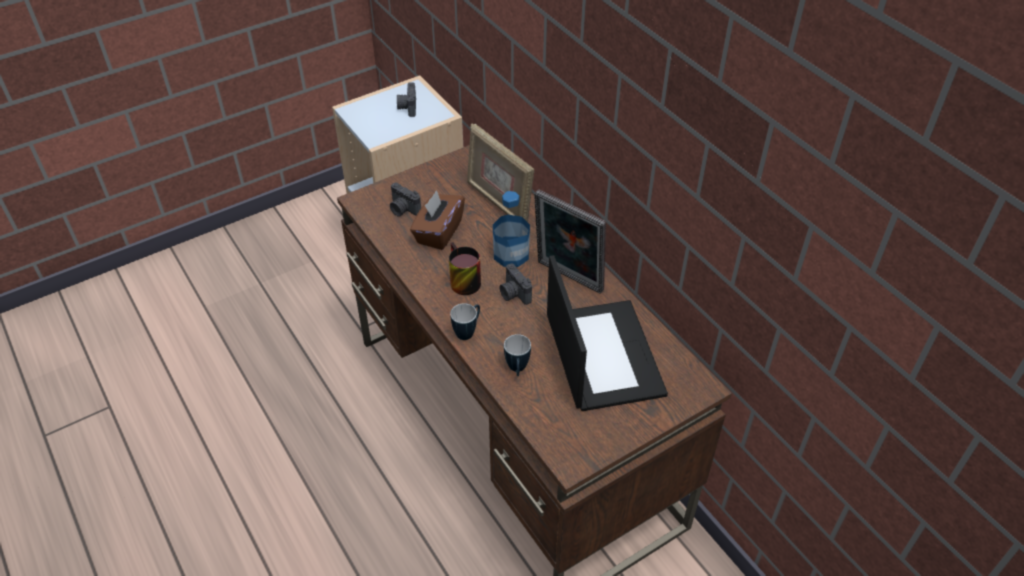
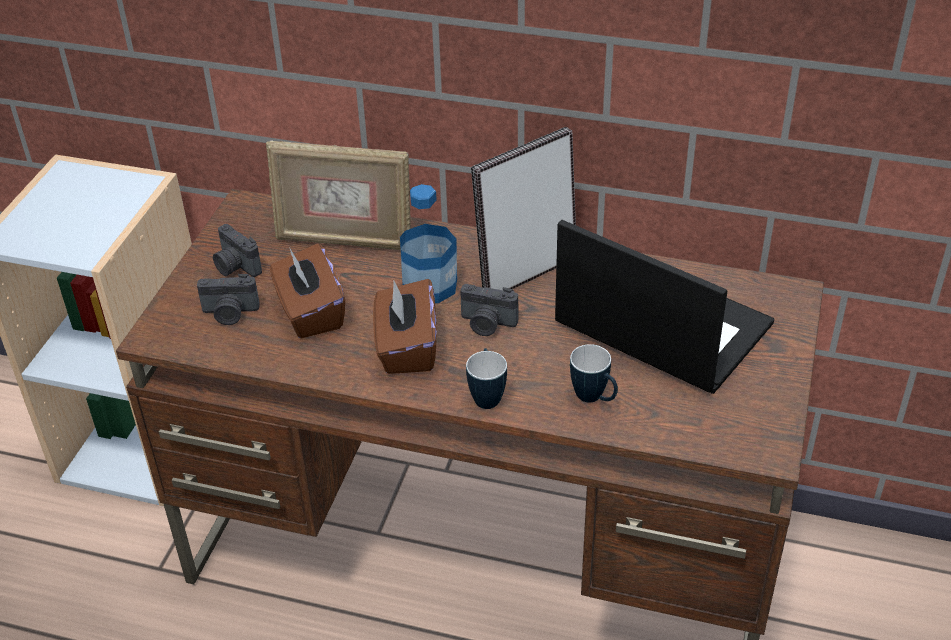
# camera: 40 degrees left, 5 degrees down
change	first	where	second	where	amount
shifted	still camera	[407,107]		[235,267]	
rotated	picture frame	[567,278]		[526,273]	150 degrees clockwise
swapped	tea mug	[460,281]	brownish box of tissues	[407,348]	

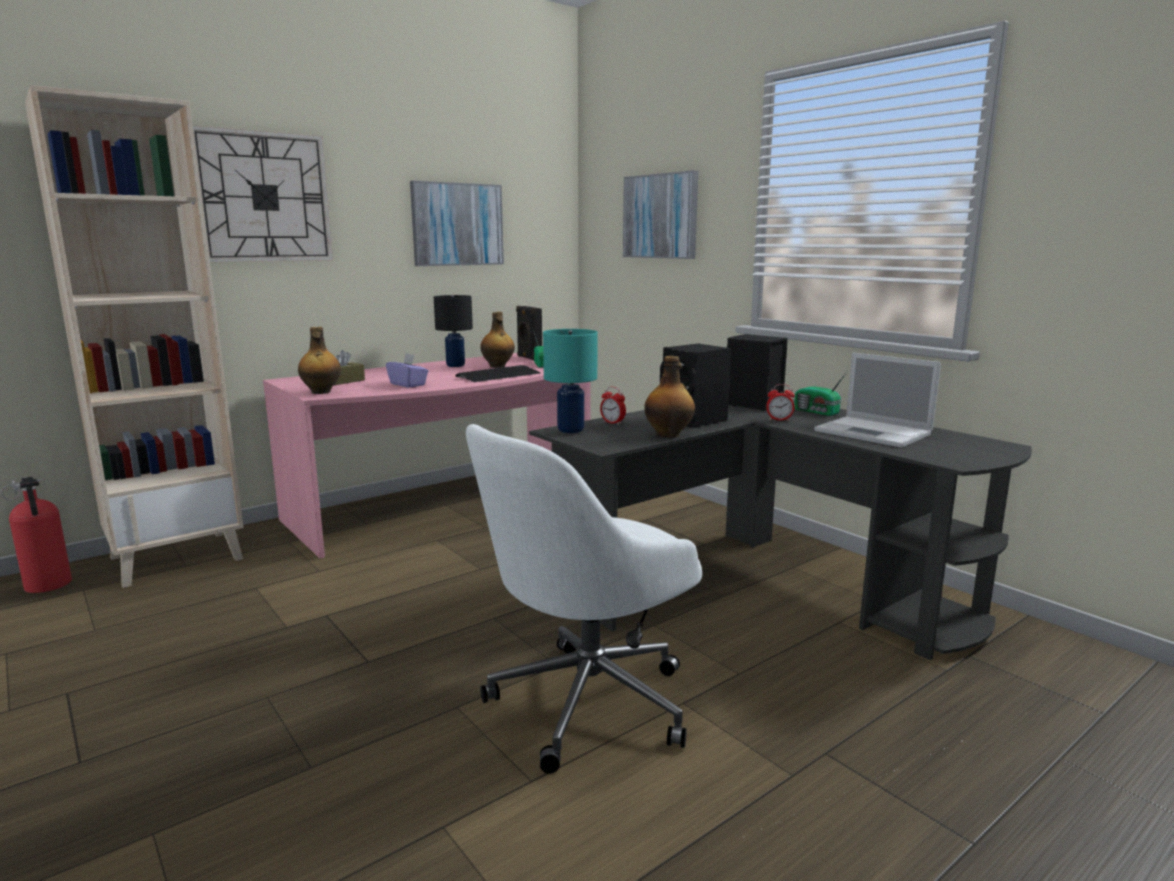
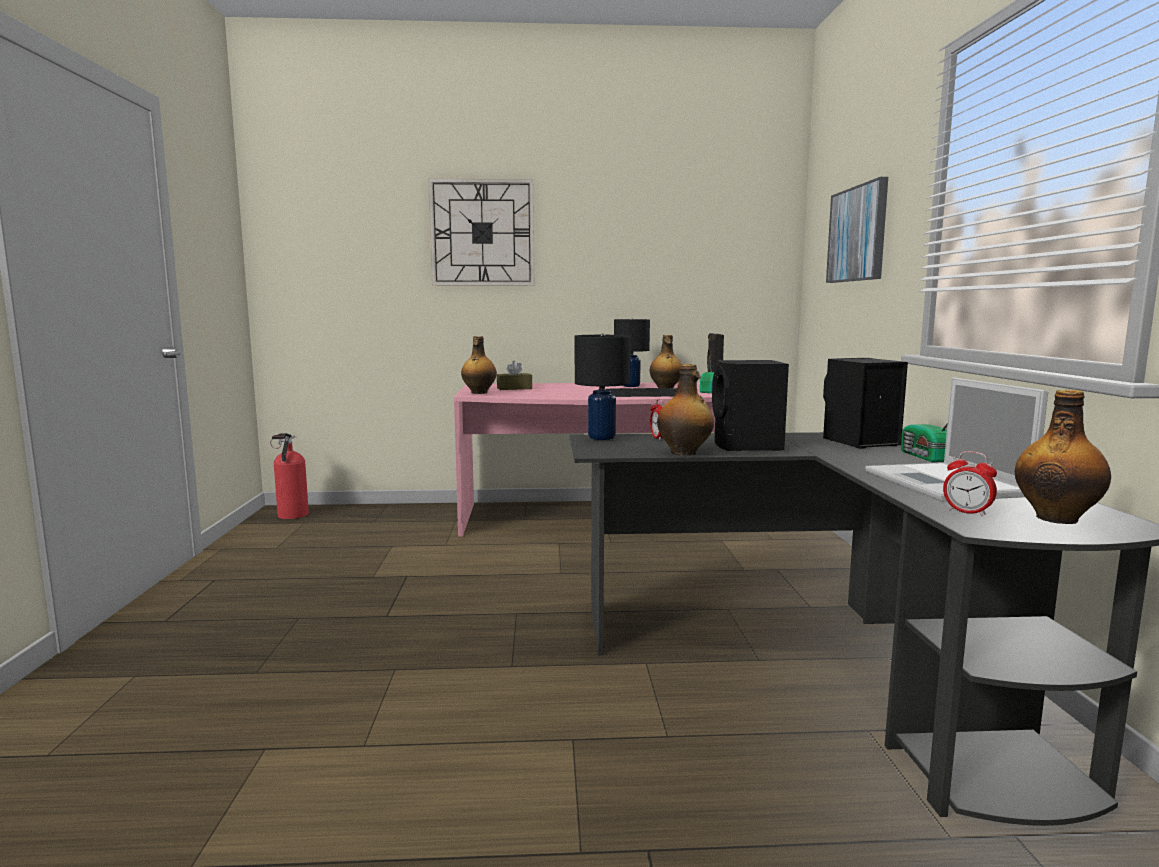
# camera: 35 degrees right, 5 degrees down
change	first	where	second	where	amount
gone	sand-coloured bookcase	[177,557]			
gone	wall art	[457,224]			
repainted	turquoise tabletop lamp	[569,430]	black-coloured tabletop lamp	[600,438]	
gone	purple-coloured box of tissues	[408,384]			
shifted	table clock	[779,420]		[967,512]	
gone	whitish office chair	[588,705]			
new			drink bottle	[1057,518]	

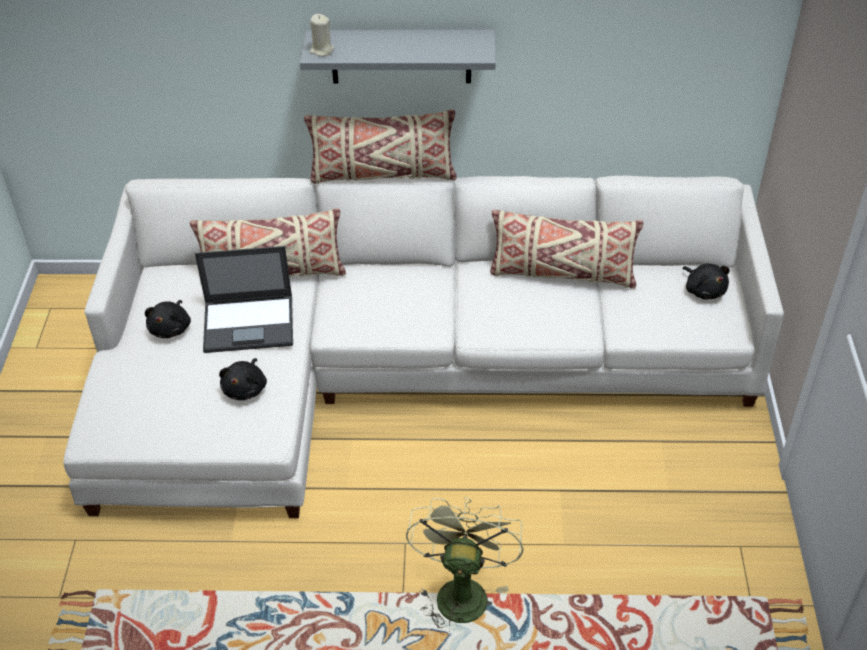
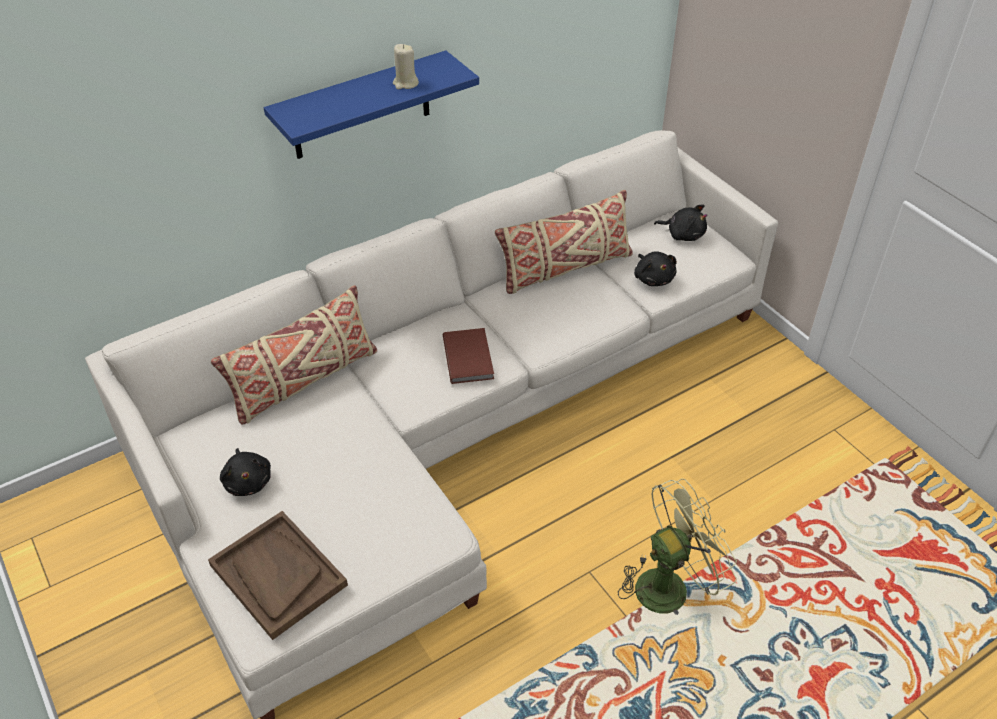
# camera: 35 degrees left, 0 degrees up
change	first	where	second	where	amount
shifted	sand-coloured wax light	[321,50]		[405,83]	
repainted	gray bracket shelf	[401,56]	bluish bracket shelf	[361,106]	
gone	sand-coloured cushion	[382,175]			
gone	portable computer	[250,324]			
shifted	black-coloured soft toy	[246,389]		[653,278]	
rotated	green-coloured cooling fan	[461,590]		[670,584]	90 degrees clockwise
new			brownish book	[469,357]	
new			brownish serving tray	[278,575]	

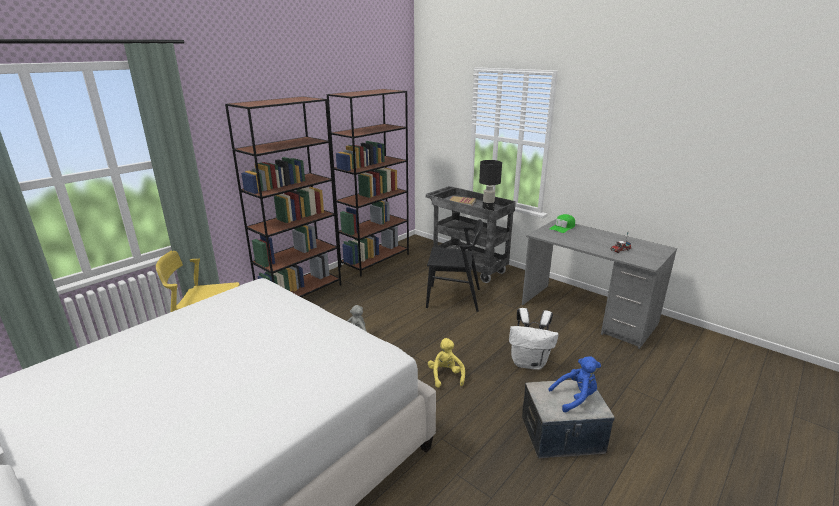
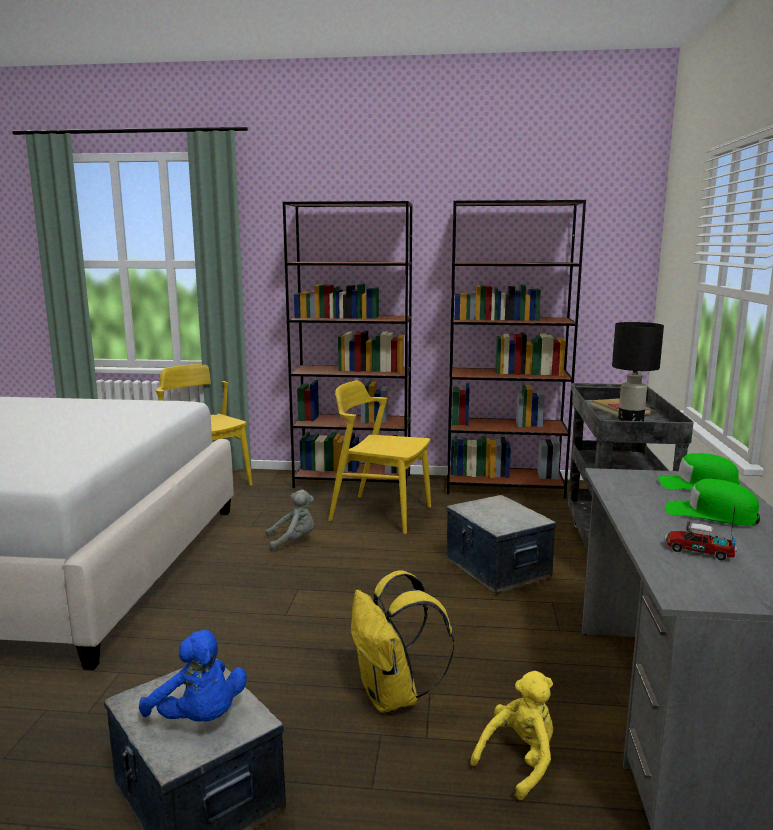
# camera: 55 degrees right, 10 degrees down
change	first	where	second	where	amount
swapped	black-coloured chair	[454,298]	storage box	[497,568]	
repainted	whitish knapsack	[529,363]	yellow knapsack	[393,696]	
shifted	yellow soft toy	[445,376]		[519,761]	
new			yellow chair	[380,513]	
new			green-coloured cap	[710,514]	

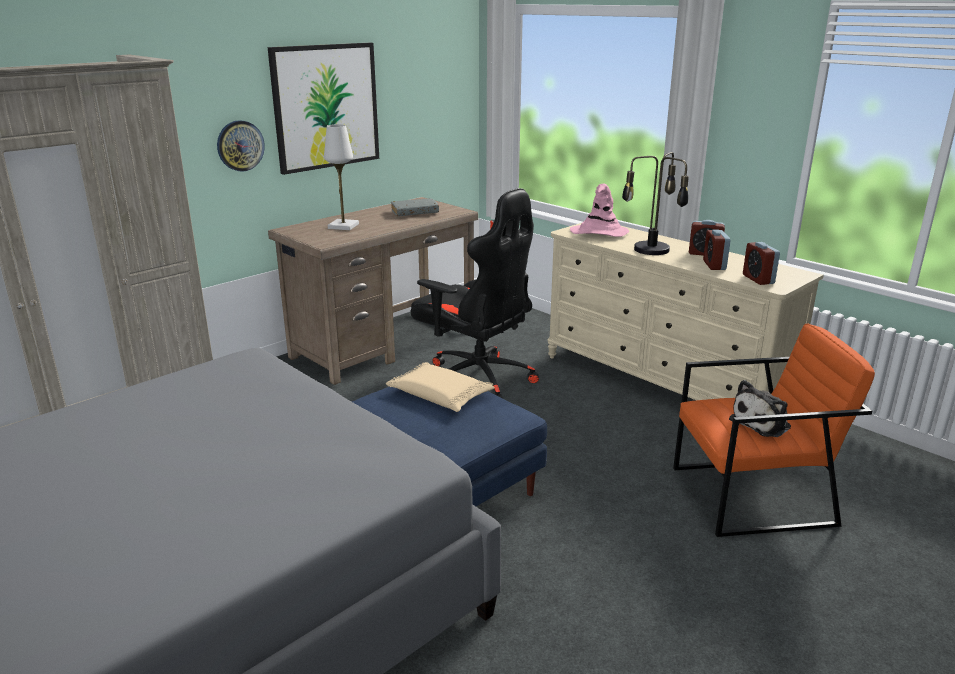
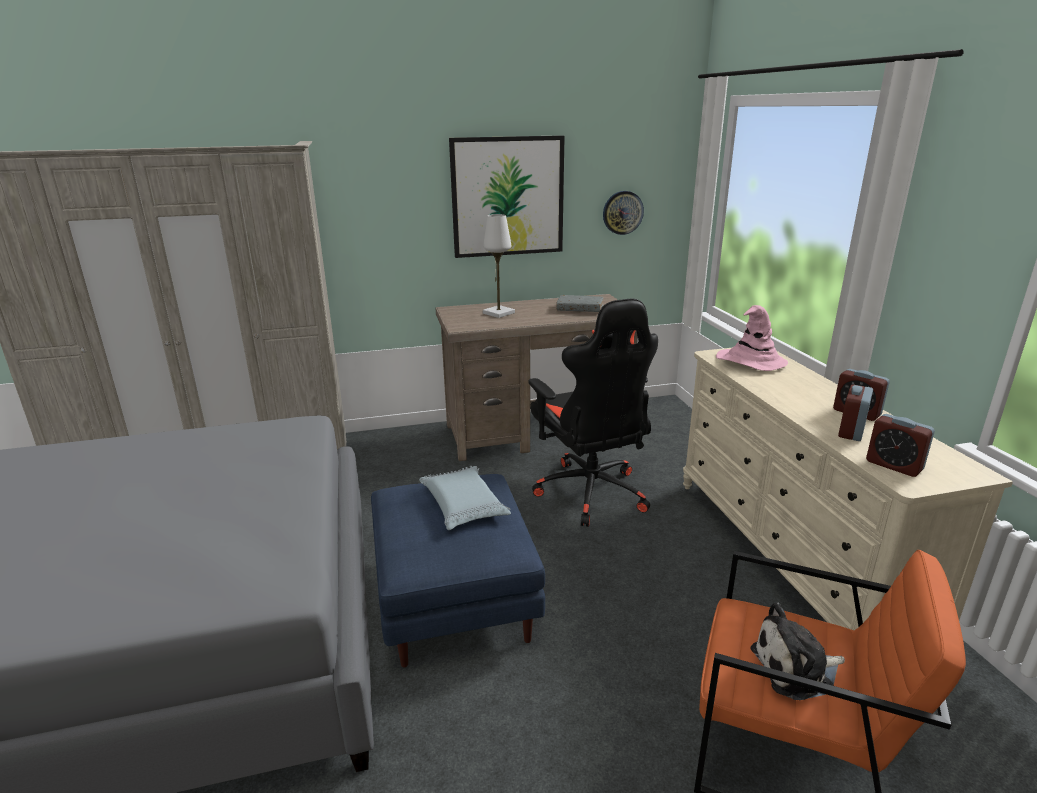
# camera: 30 degrees right, 0 degrees up
change	first	where	second	where	amount
shifted	clock on the wall	[240,145]		[622,212]	
gone	tabletop lamp	[652,250]			
rotated	table clock	[758,279]		[894,465]	60 degrees counterclockwise
repainted	sand-coloured cushion	[440,393]	bluish cushion	[463,502]	

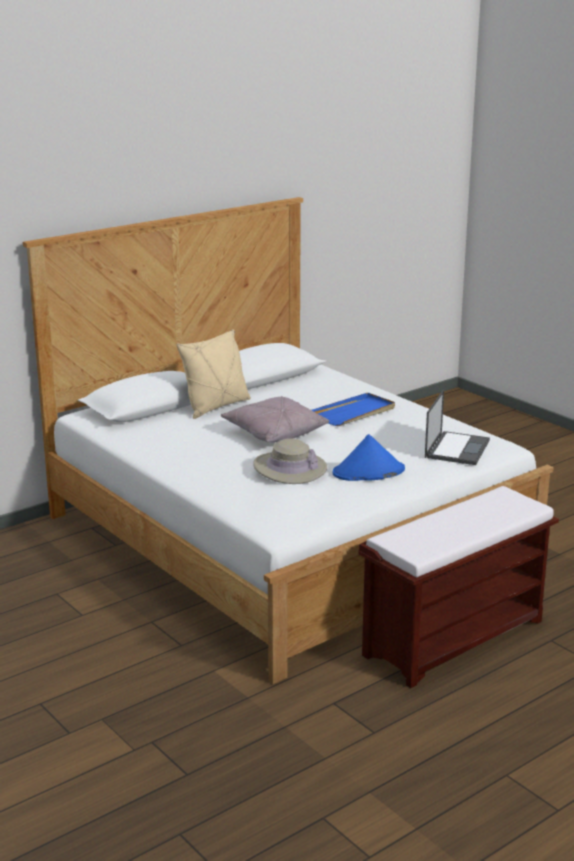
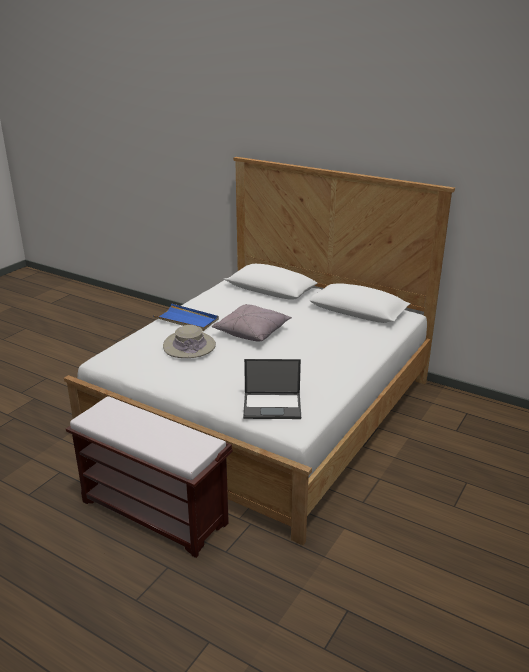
# camera: 70 degrees right, 5 degrees up
change	first	where	second	where	amount
gone	sand-coloured cushion	[216,407]			
shifted	bluish serving tray	[354,413]		[187,320]	
gone	bluish clothing hat	[368,472]			

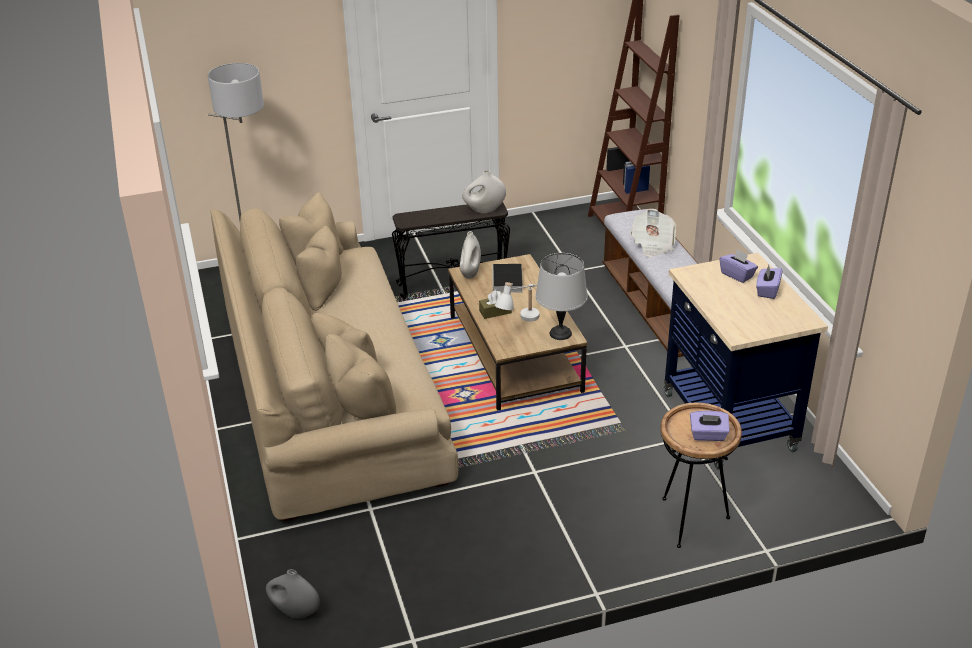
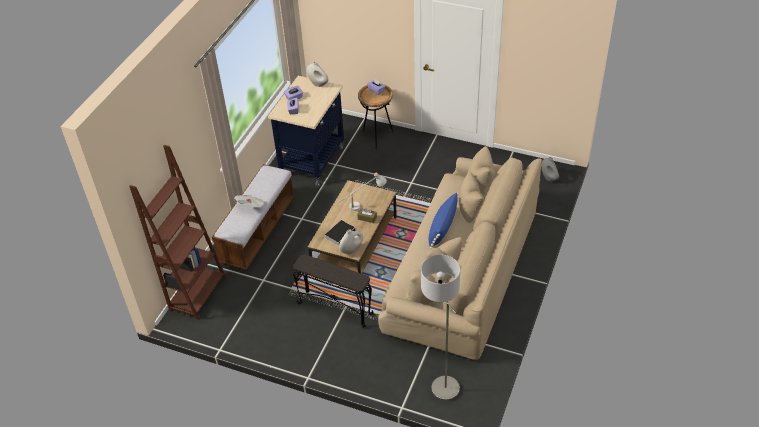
# camera: 140 degrees left, 10 degrees up
change	first	where	second	where	amount
shifted	whitish vase	[484,210]		[318,84]	
gone	gray tabletop lamp	[560,333]			
new			bluish cushion	[442,228]	

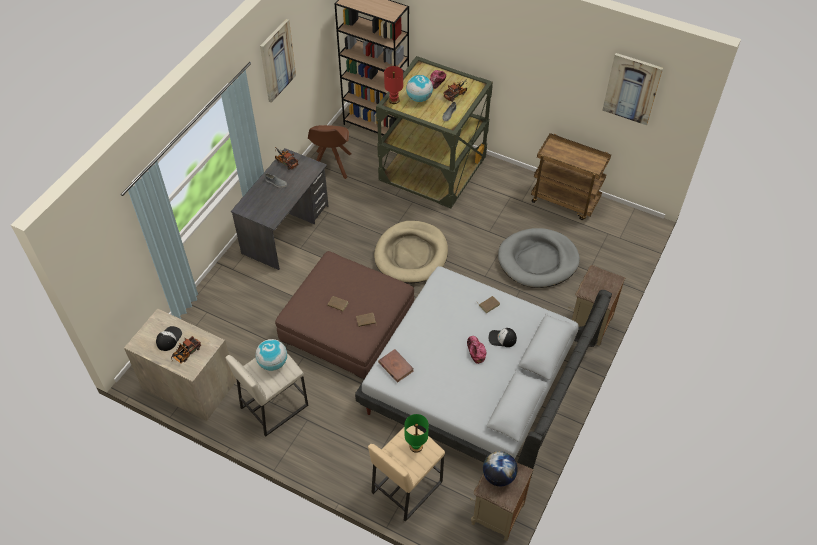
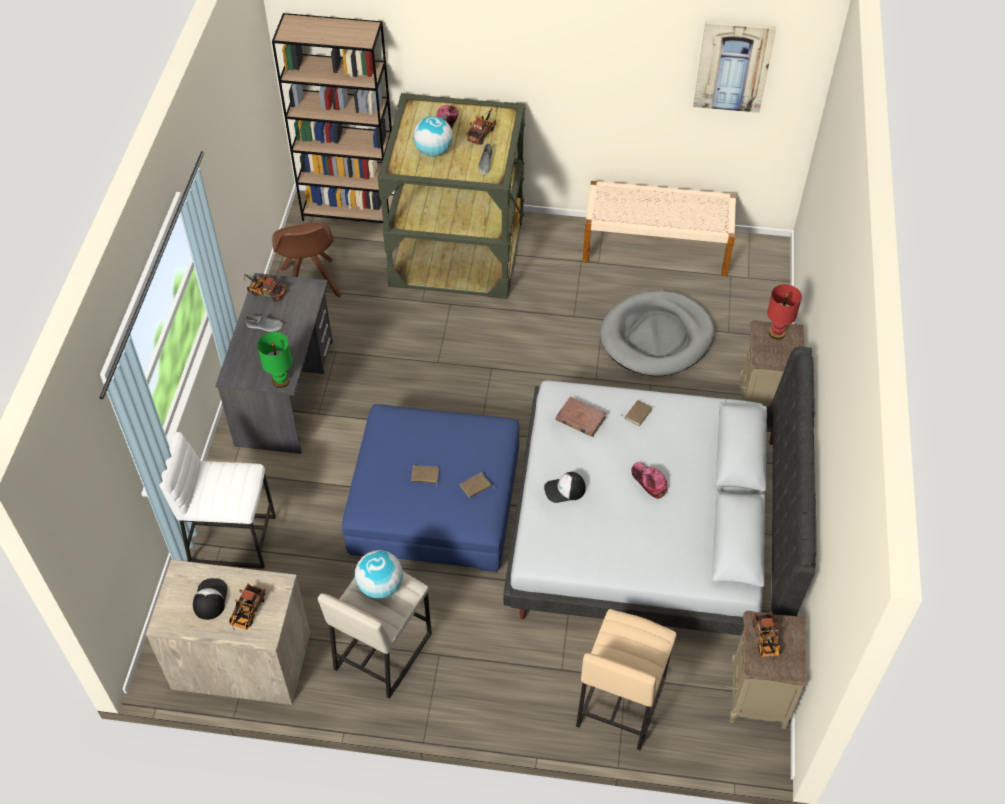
# camera: 20 degrees left, 0 degrees up
change	first	where	second	where	amount
gone	wall art	[277,60]			
shifted	reddish tabletop lamp	[393,100]		[776,333]	
swapped	brownish cart	[565,201]	sand-coloured long seat	[656,247]	
gone	sand-coloured dog cushion	[411,254]			
repainted	brownish footrest	[347,324]	bluish footrest	[435,501]	
shifted	cap	[502,338]		[564,490]	
shifted	brownish book	[395,366]		[580,418]	
shifted	green-coloured tabletop lamp	[416,446]		[281,381]	
swapped	desk globe	[498,476]	model truck	[765,641]	
new			whitish stool	[232,539]	

